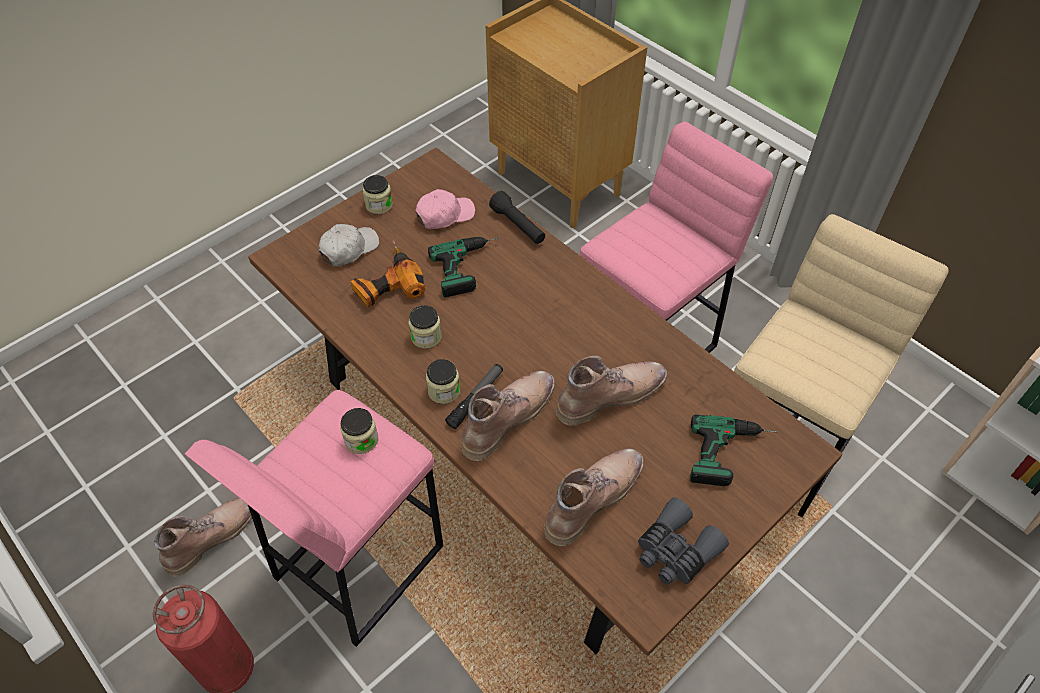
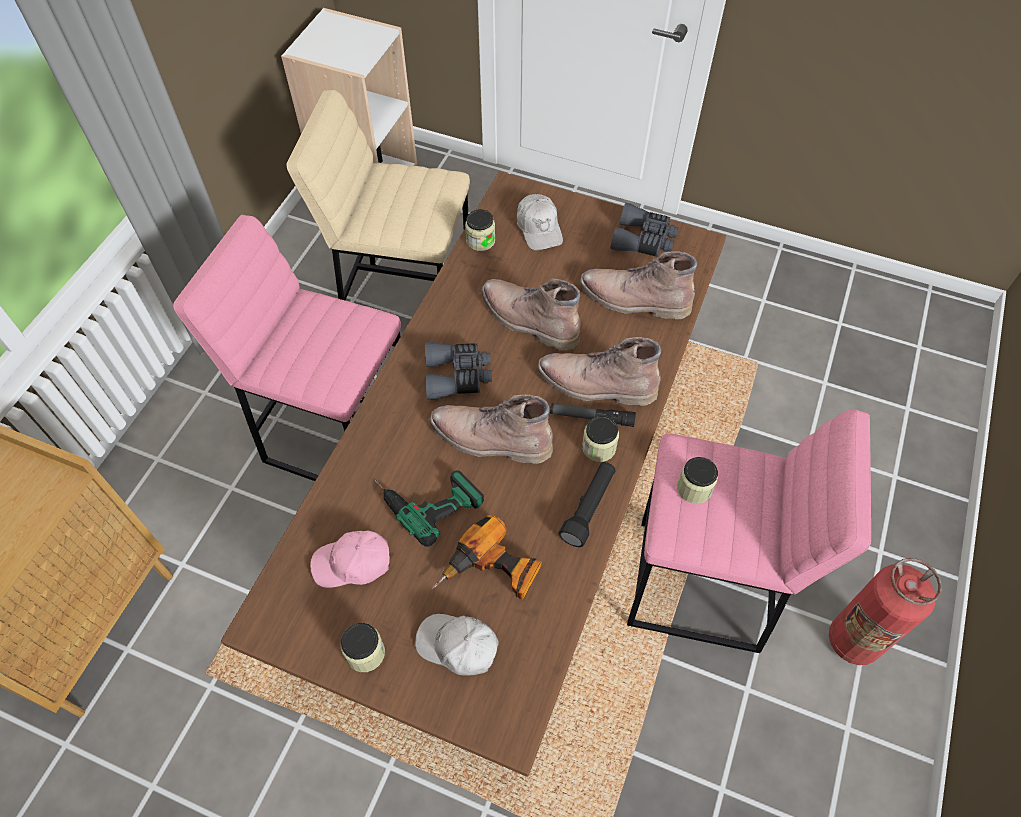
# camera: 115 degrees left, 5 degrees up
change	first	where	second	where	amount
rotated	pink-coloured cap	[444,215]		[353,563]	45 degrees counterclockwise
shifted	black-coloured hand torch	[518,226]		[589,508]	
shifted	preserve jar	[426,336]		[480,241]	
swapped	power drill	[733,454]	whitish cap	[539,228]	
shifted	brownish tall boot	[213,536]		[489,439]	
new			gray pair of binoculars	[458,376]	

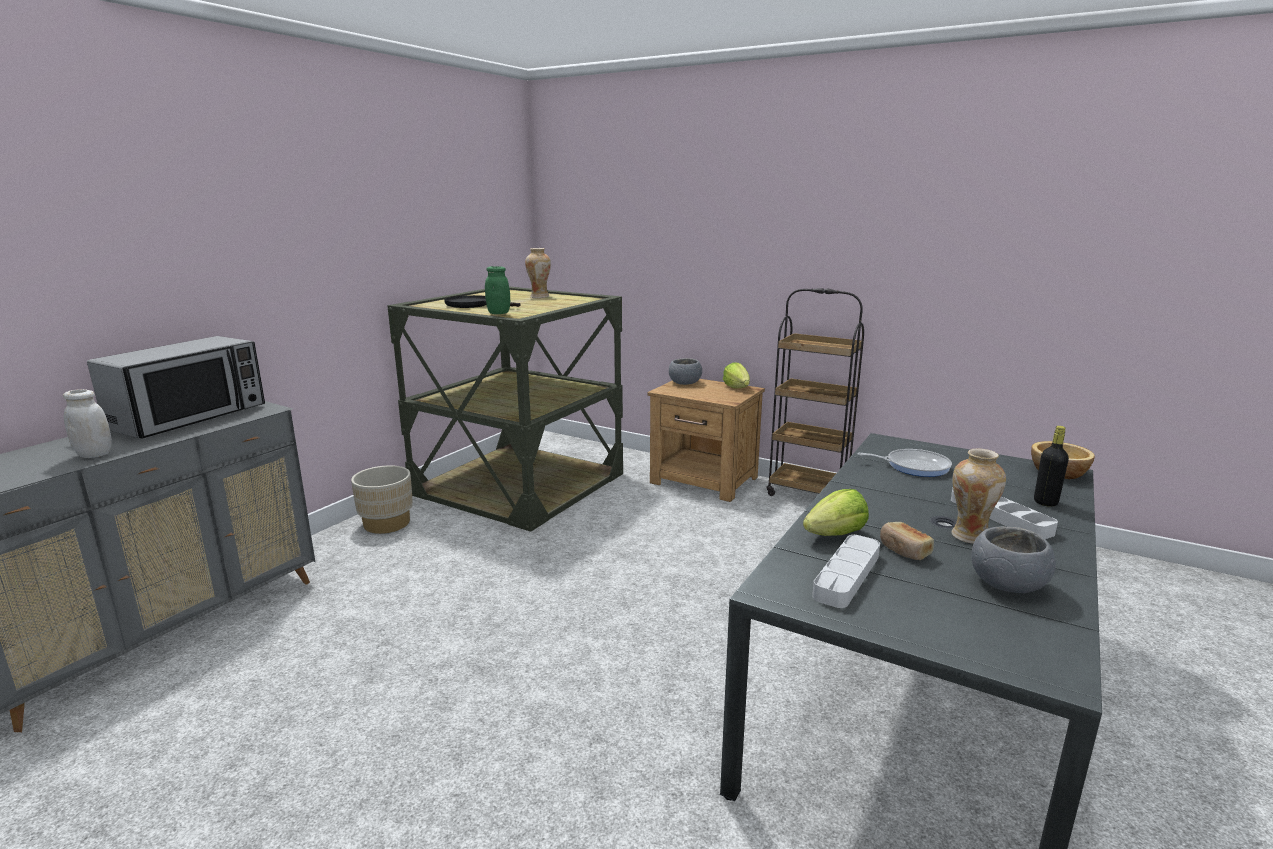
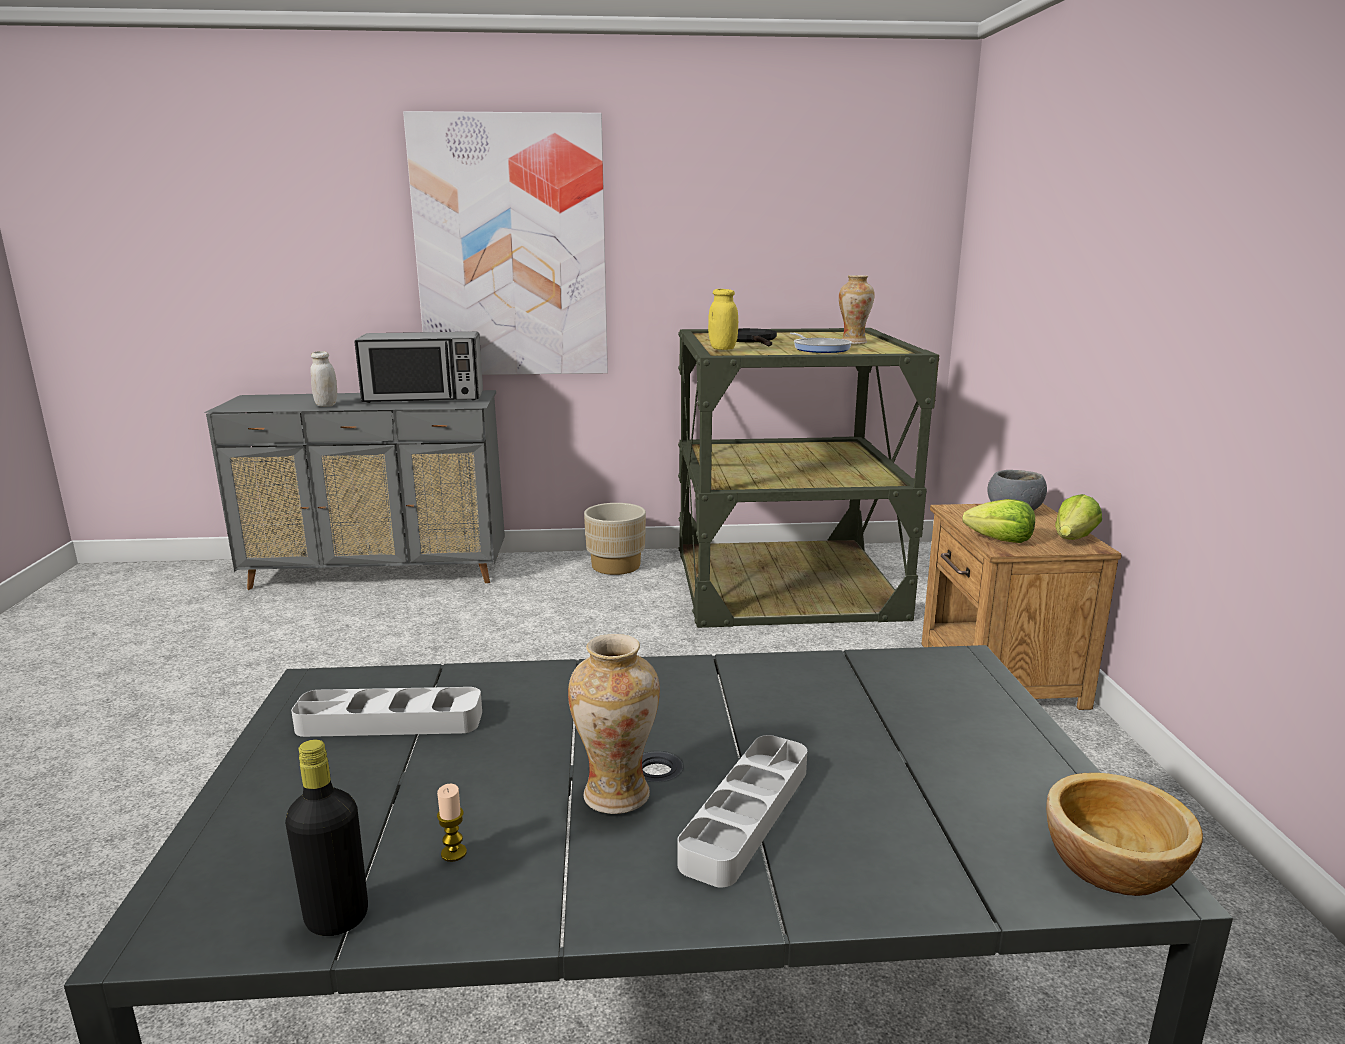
# camera: 55 degrees right, 0 degrees up
change	first	where	second	where	amount
repainted	green-coloured preserve jar	[498,313]	yellow preserve jar	[722,348]	
gone	brownish cart	[808,496]			
shifted	black-coloured drink bottle	[1045,502]		[337,918]	
shifted	frying pan	[913,466]		[820,349]	
shifted	head of lettuce	[835,534]		[1000,540]	
gone	bakery bread	[904,550]			
swapped	gray serving bowl	[1007,584]	wax light	[453,853]	
new			wall art	[511,248]	

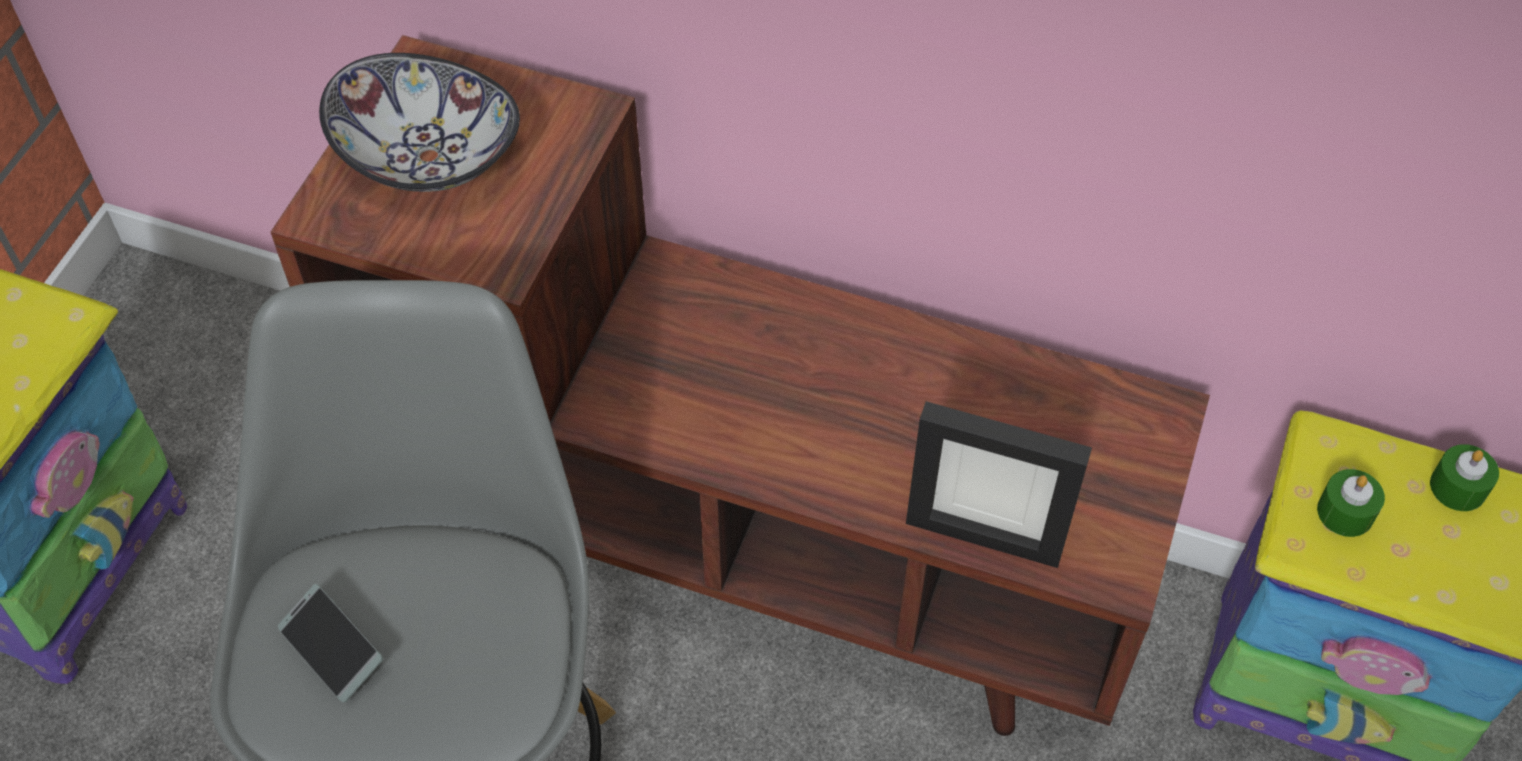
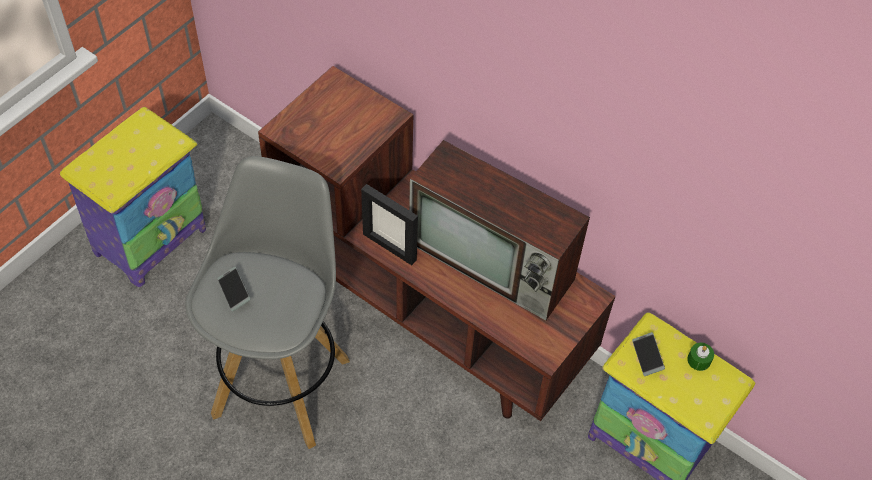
# camera: 15 degrees right, 0 degrees up
change	first	where	second	where	amount
gone	serving bowl	[430,156]			
shifted	picture frame	[984,534]		[390,246]	
swapped	green-coloured wax light	[1345,512]	telephone	[647,356]	
new			TV	[494,262]	

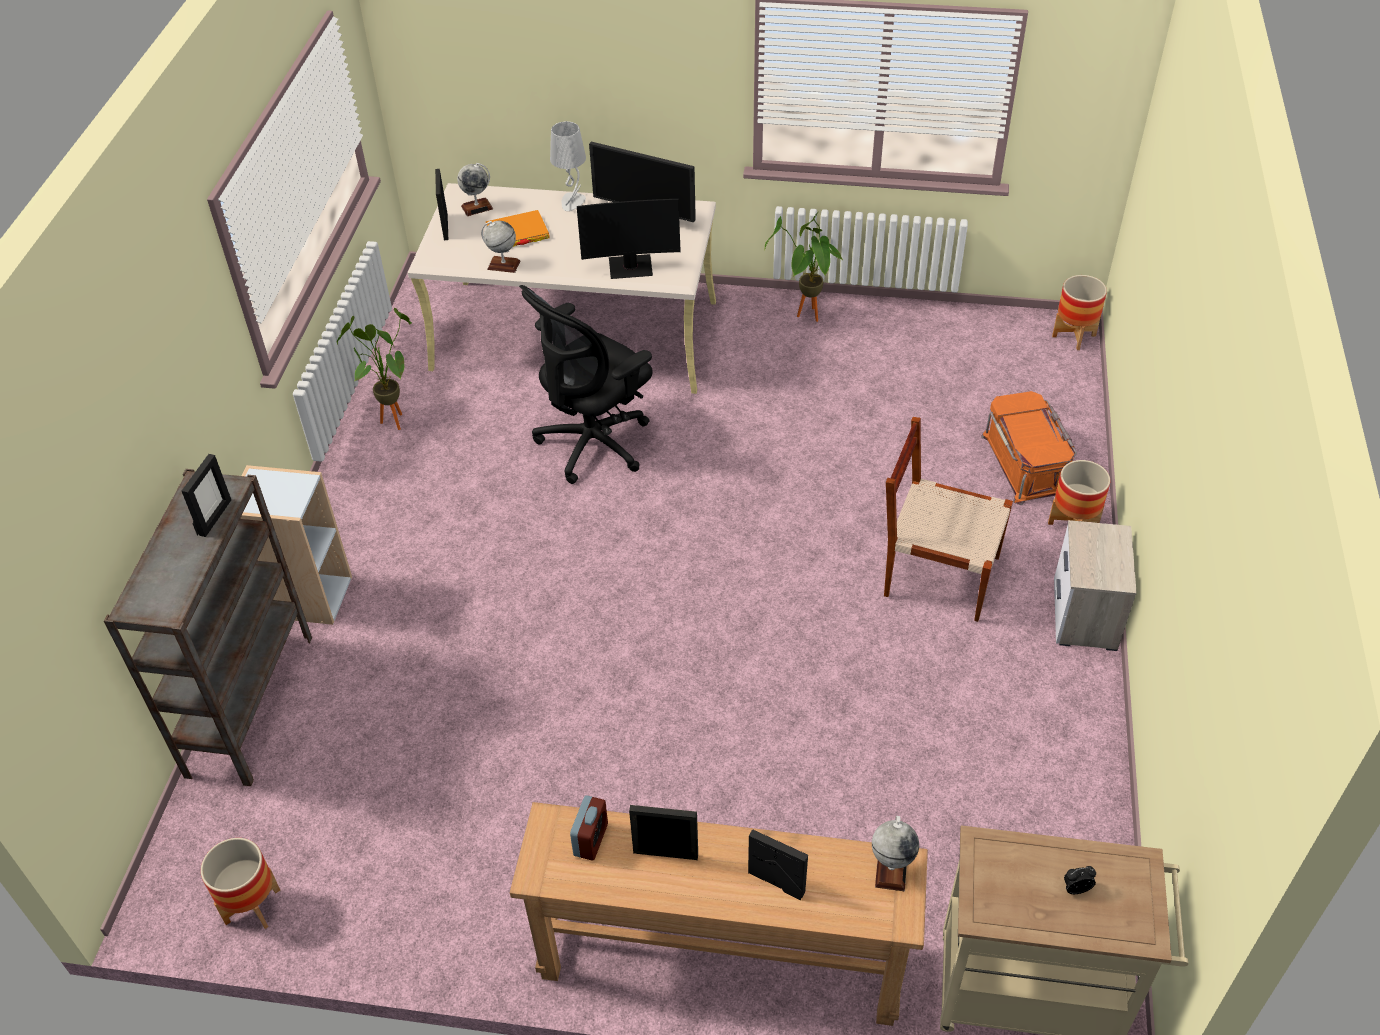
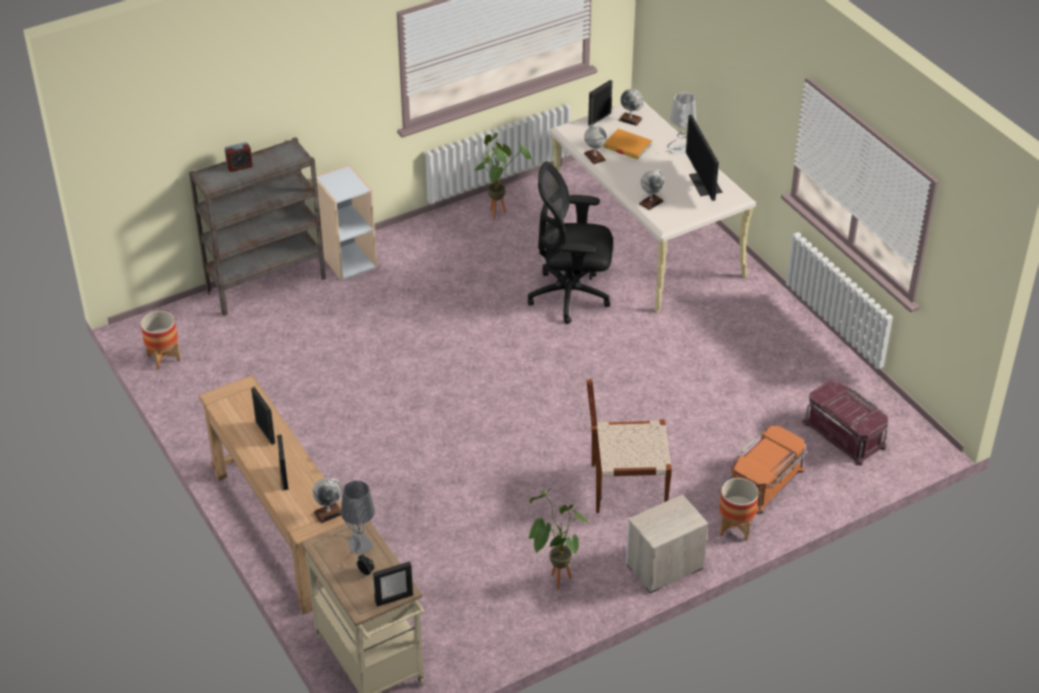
# camera: 50 degrees right, 5 degrees down
change	first	where	second	where	amount
swapped	monitor	[630,268]	desk globe	[651,202]	
shifted	houseplant	[806,318]		[554,580]	
gone	planter	[1073,336]			
rotated	chair	[938,575]		[625,487]	75 degrees counterclockwise
shifted	picture frame	[214,517]		[394,598]	
shifted	table clock	[591,840]		[239,166]	
new			reddish storage box	[845,434]	
new			gray tabletop lamp	[359,543]	

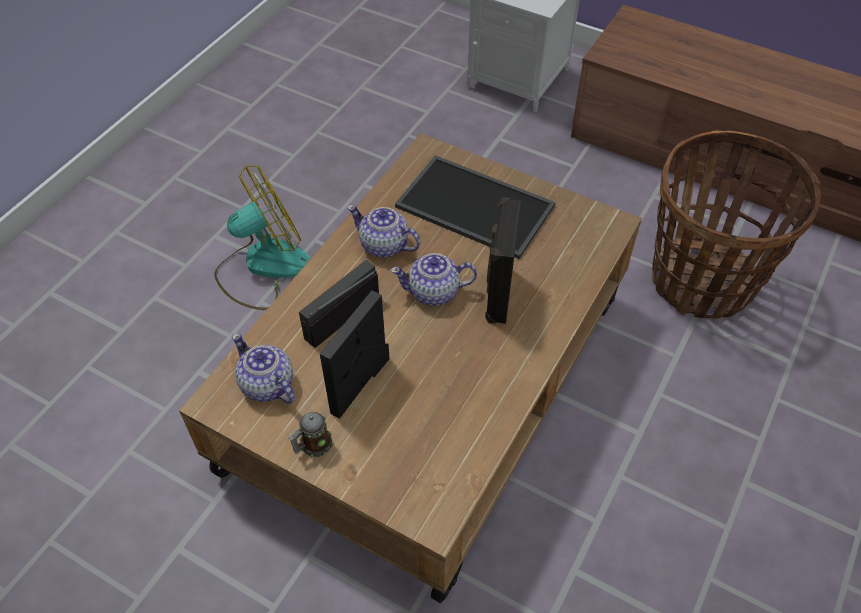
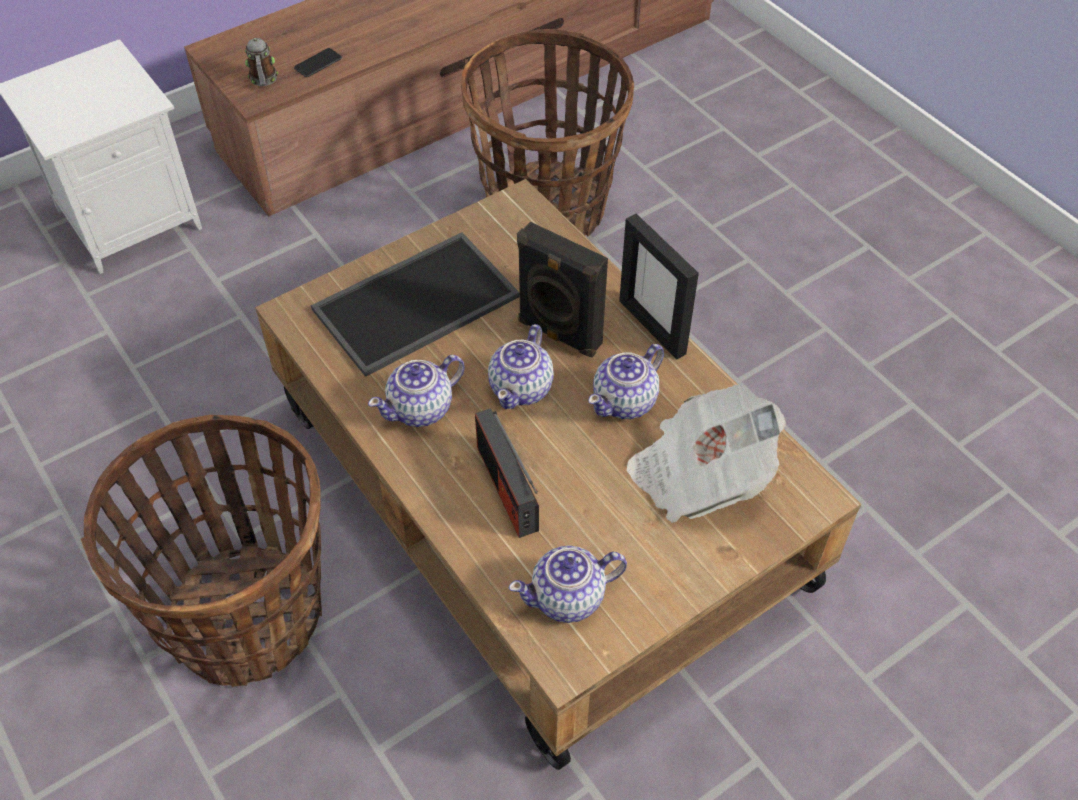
# camera: 65 degrees left, 0 degrees up
change	first	where	second	where	amount
swapped	cooling fan	[262,266]	household basket	[246,615]	
shifted	picture frame	[360,385]		[654,326]	
shifted	tea mug	[313,446]		[263,80]	
new			telephone	[318,63]	
new			teapot	[625,401]	
new			newspaper	[699,474]	

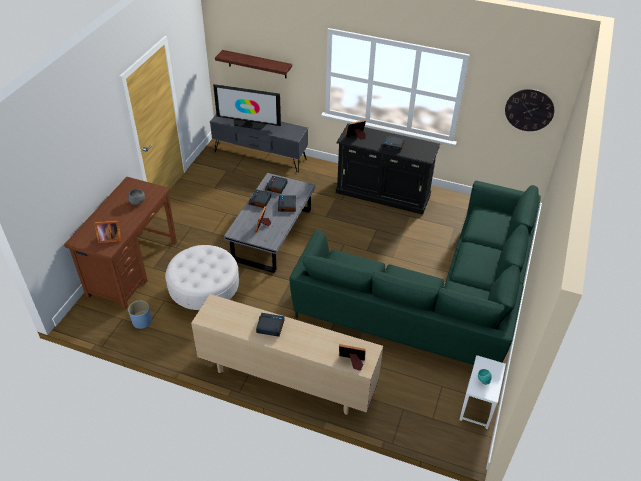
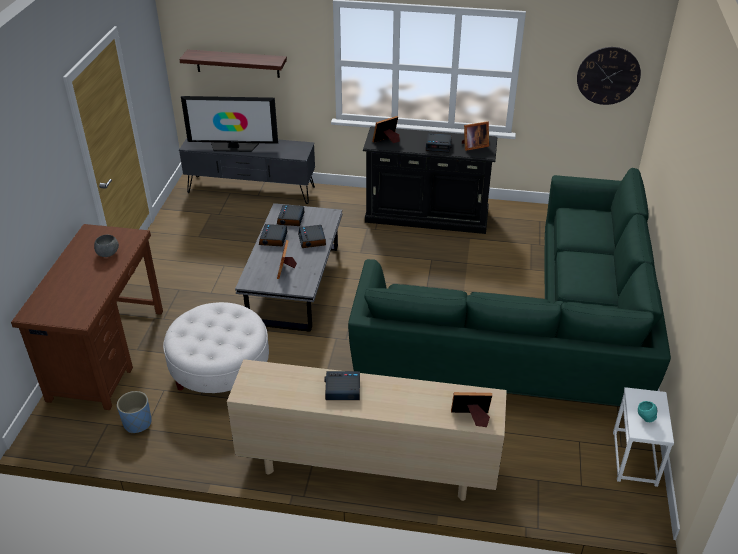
# camera: 10 degrees left, 5 degrees down
change	first	where	second	where	amount
shifted	picture frame	[109,238]		[473,146]	

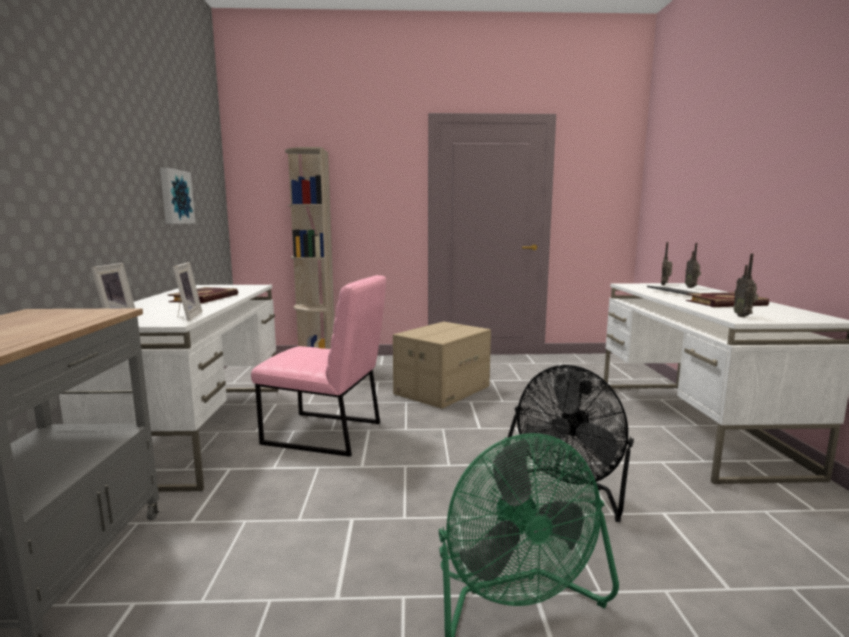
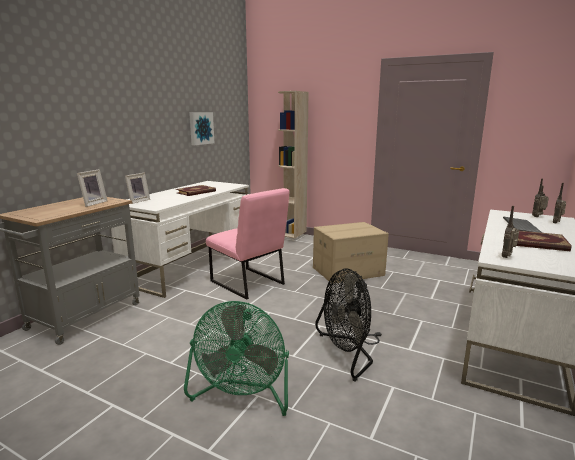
# camera: 30 degrees right, 5 degrees up
change	first	where	second	where	amount
shifted	picture frame	[186,316]		[92,203]	

